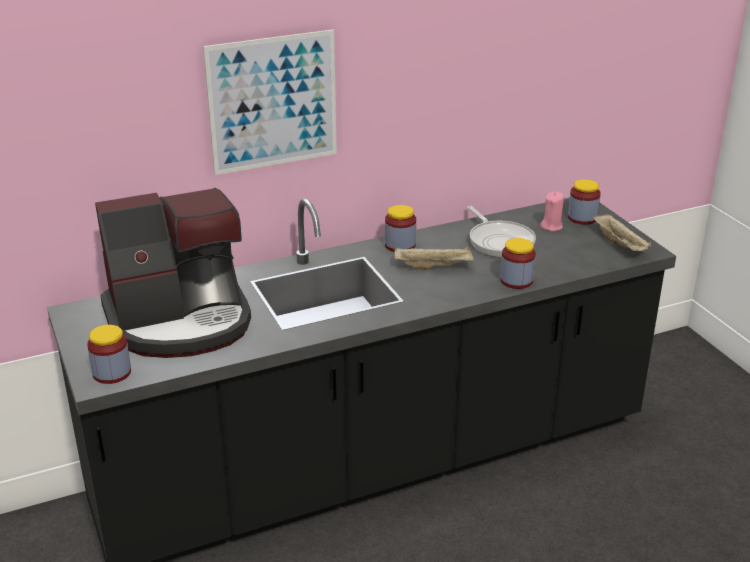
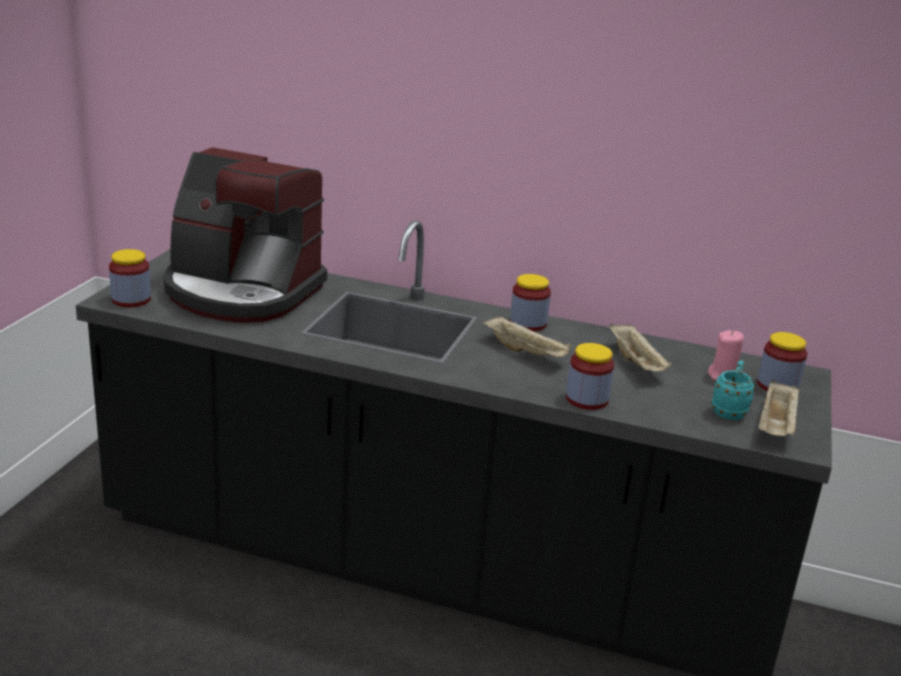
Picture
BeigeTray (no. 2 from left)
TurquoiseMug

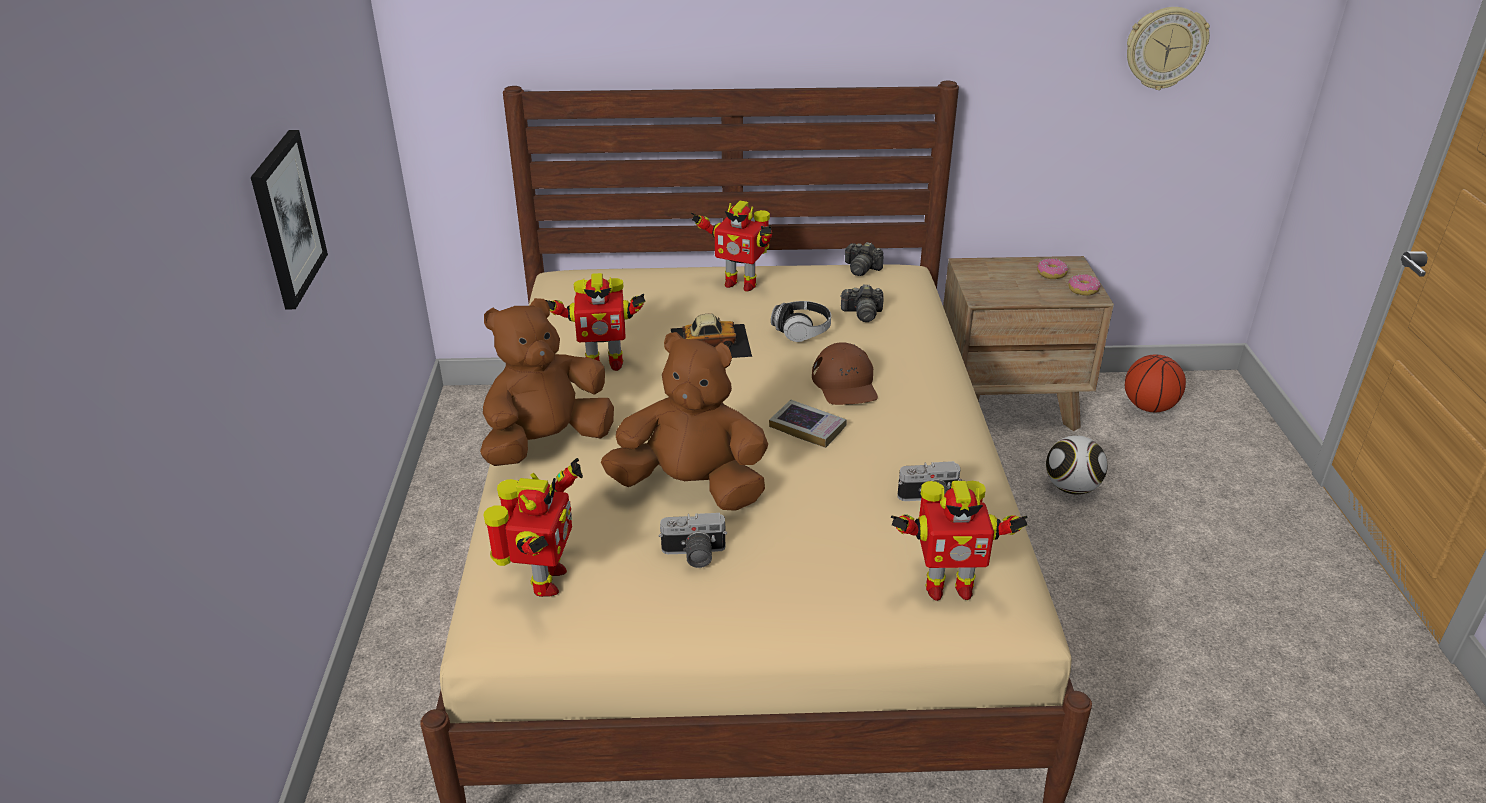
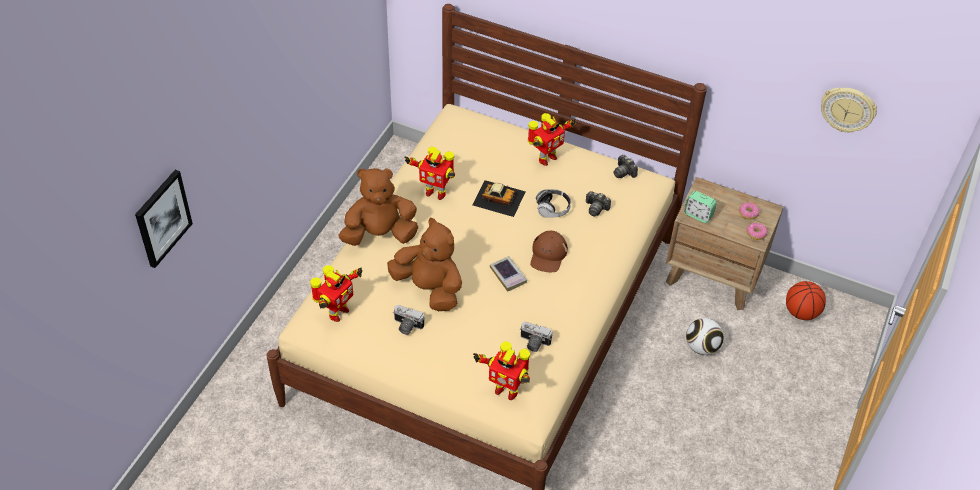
Picture
ToyRobot (no. 4 from left)
AlarmClock

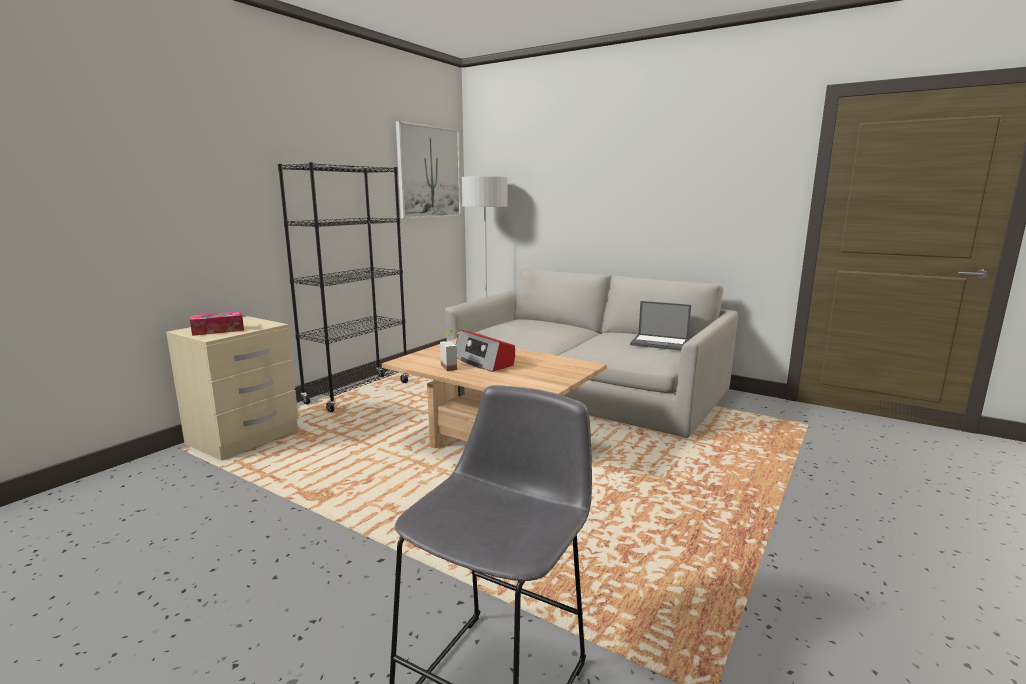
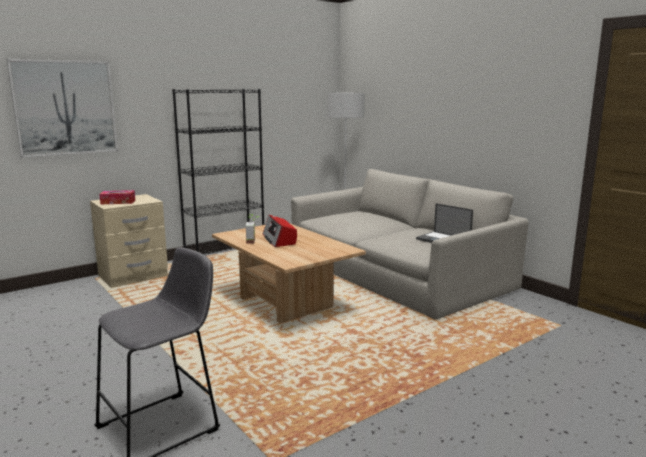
Picture

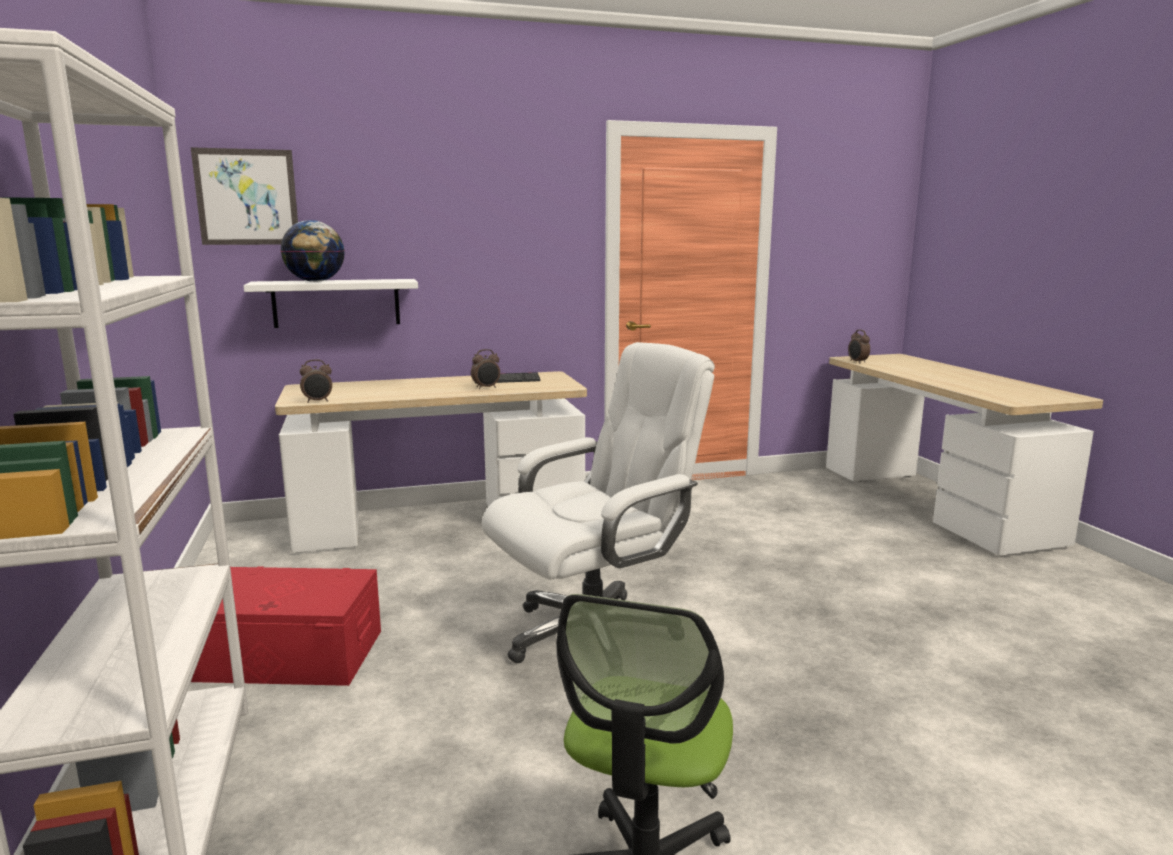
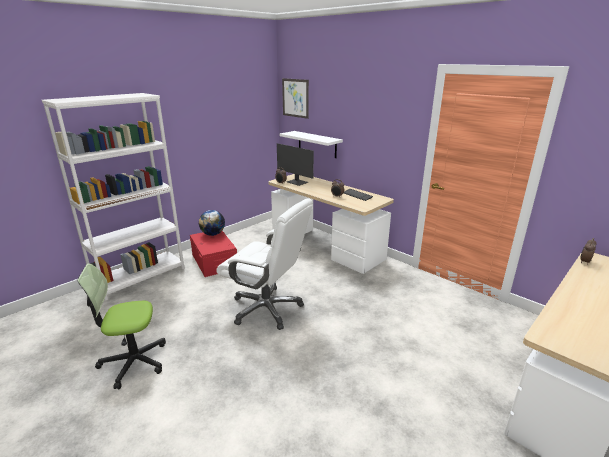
Globe
Monitor

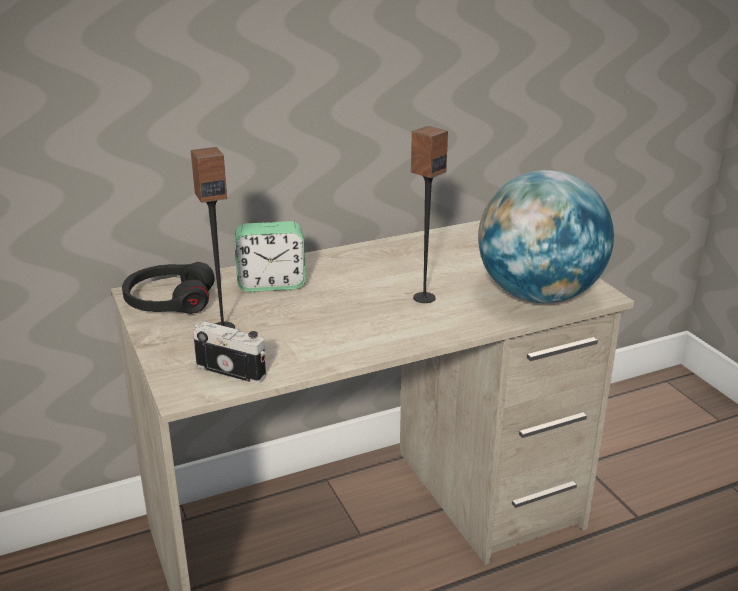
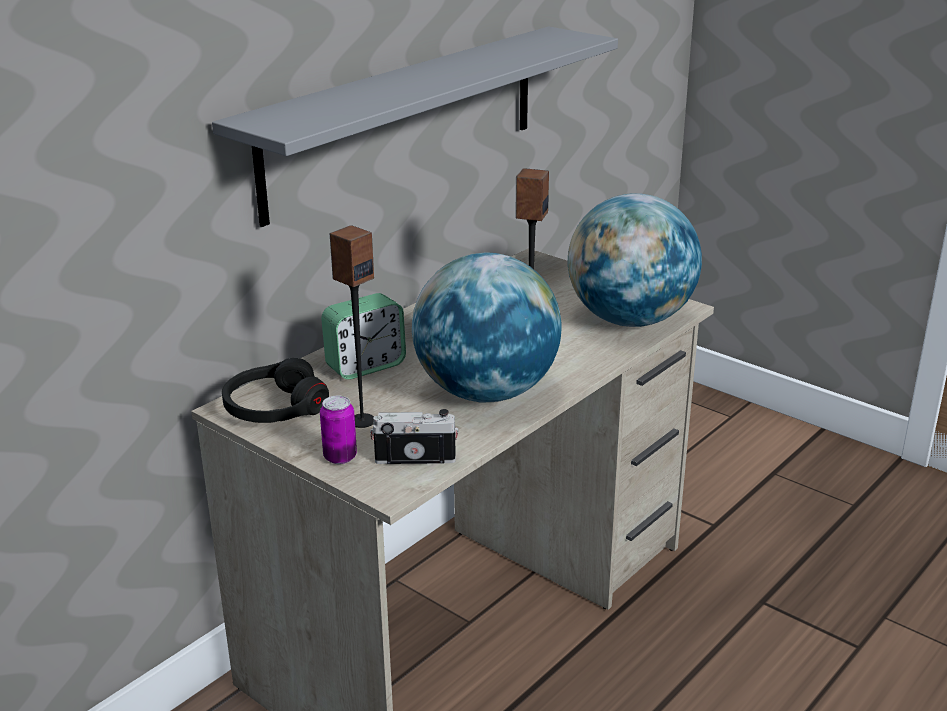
GreyShelf
Globe (no. 1 from left)
Can

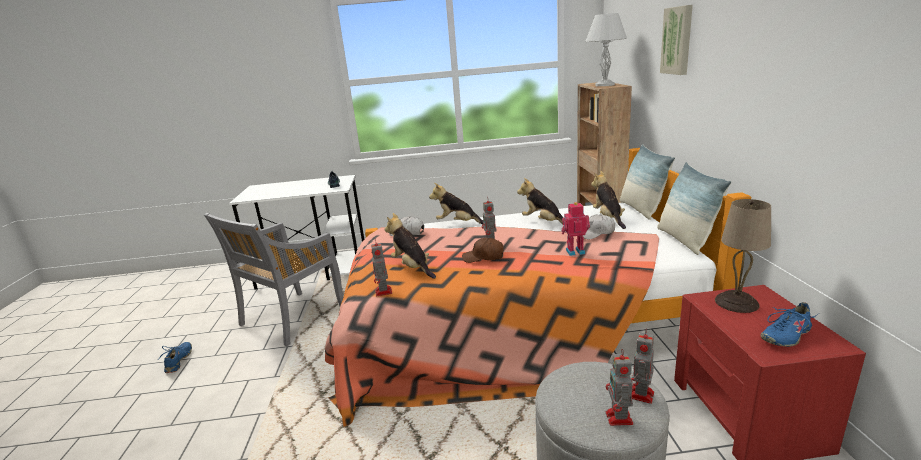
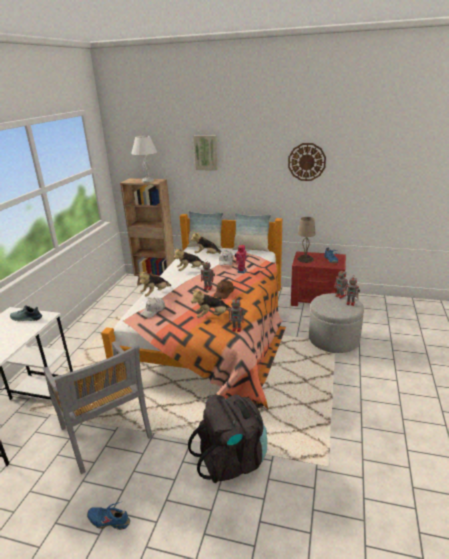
WallClock
BlackBackpack

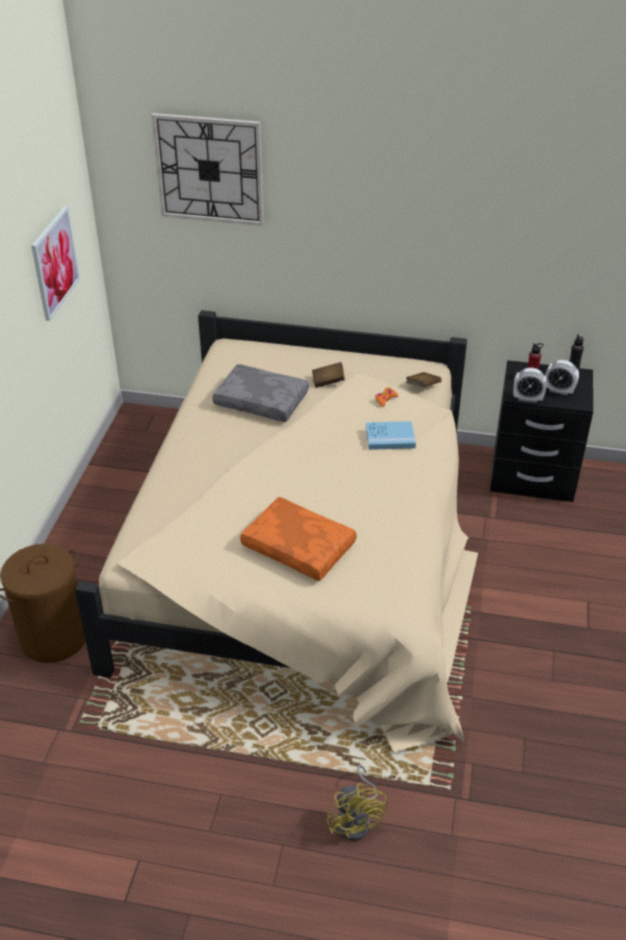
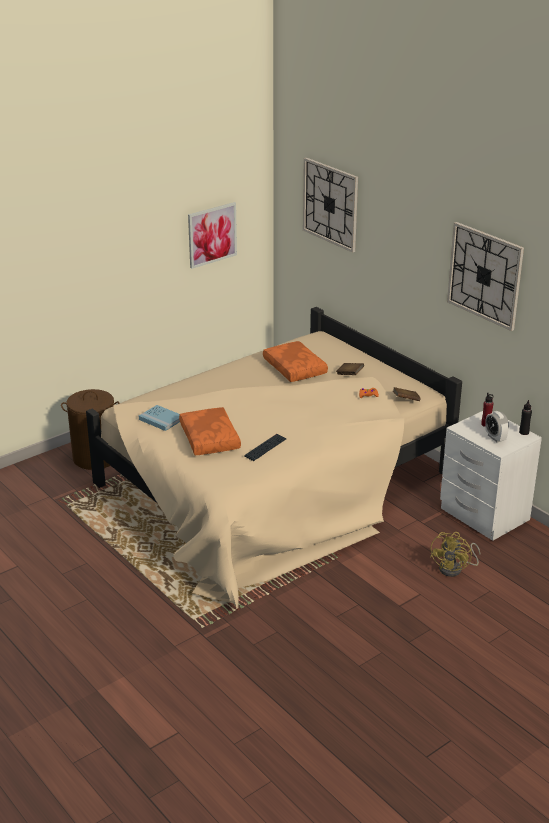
WhiteNightstand
OrangePillow (no. 2 from left)
AlarmClock (no. 1 from left in the first image)
BlueBook
YellowFan
WallClock (no. 2 from left)
Keyboard

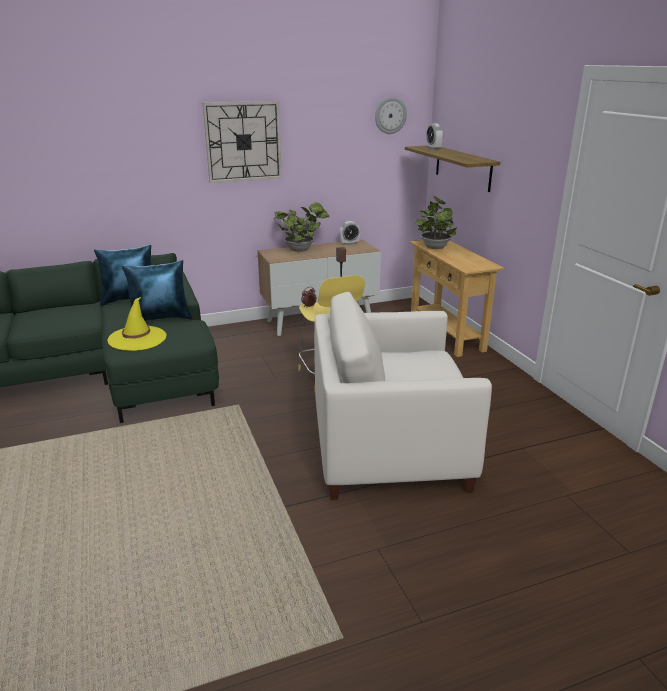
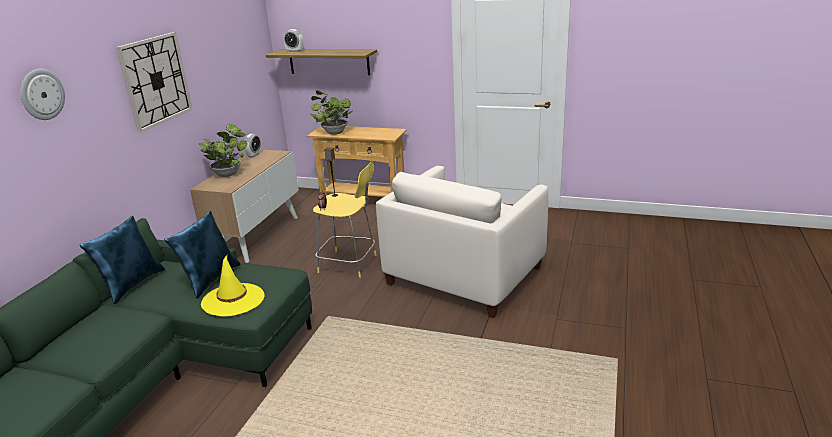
WallClock (no. 1 from left)

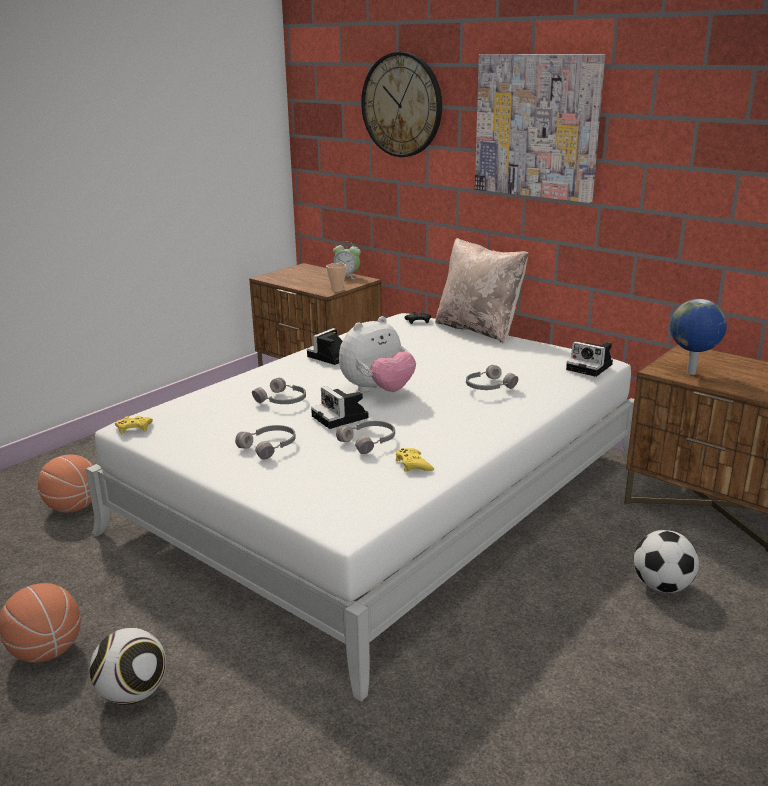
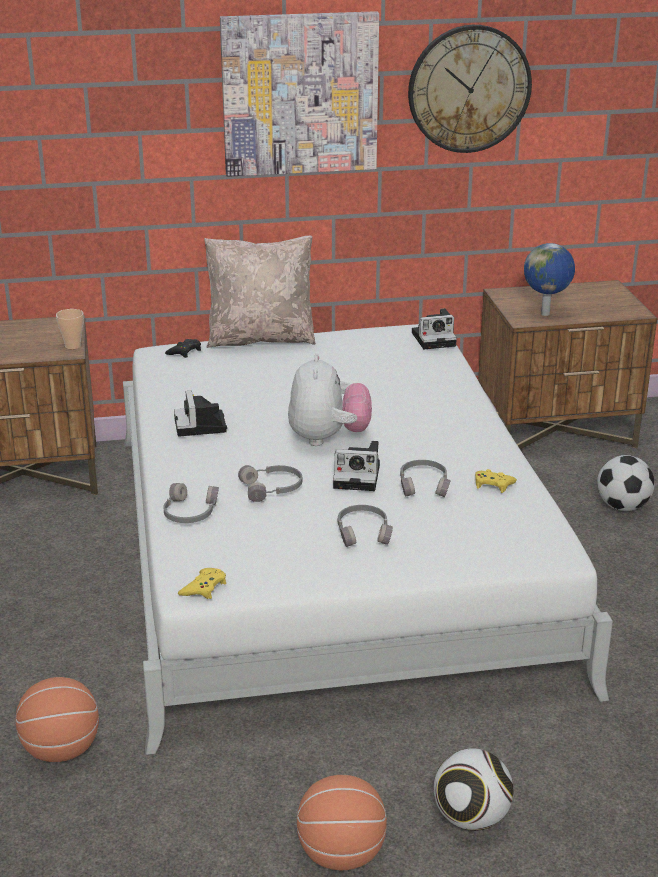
WallClock
AlarmClock
GreyHeadphones (no. 1 from left)

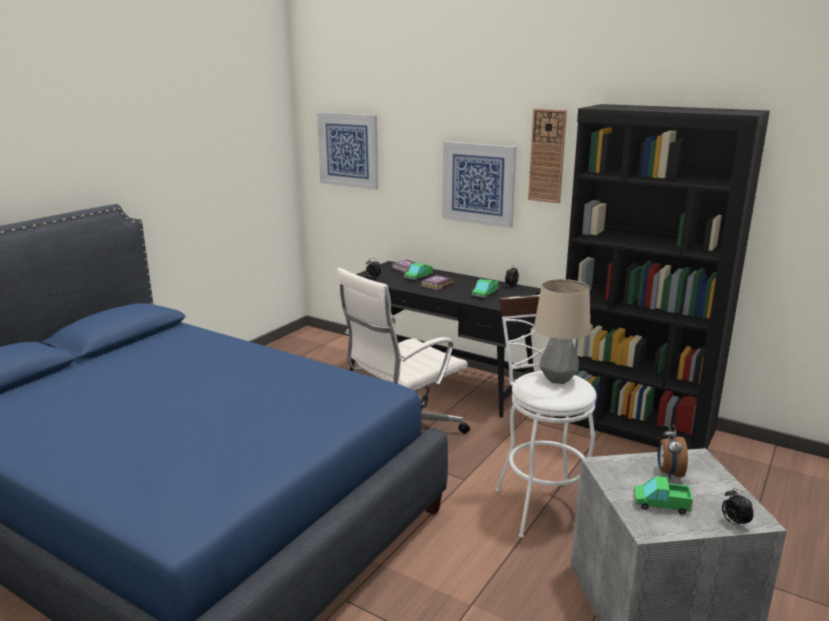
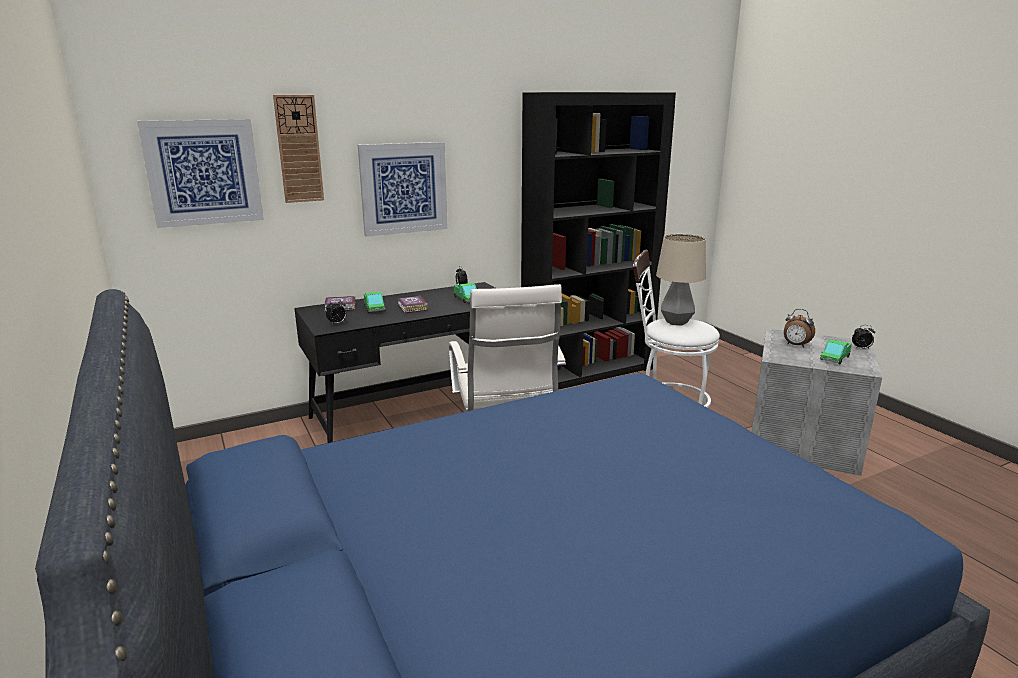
WallClock

